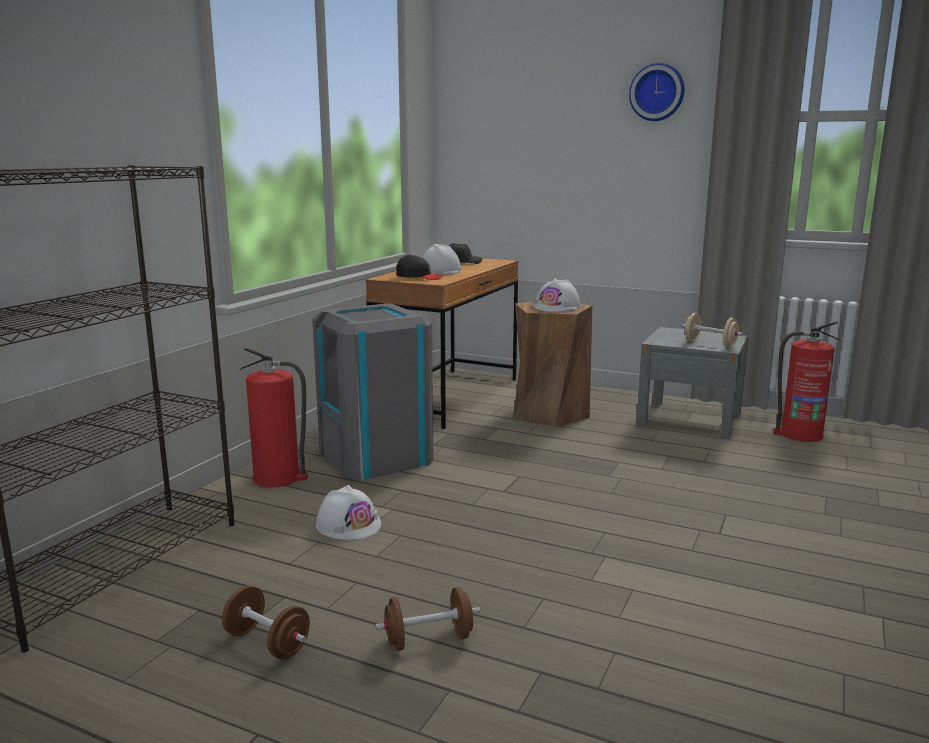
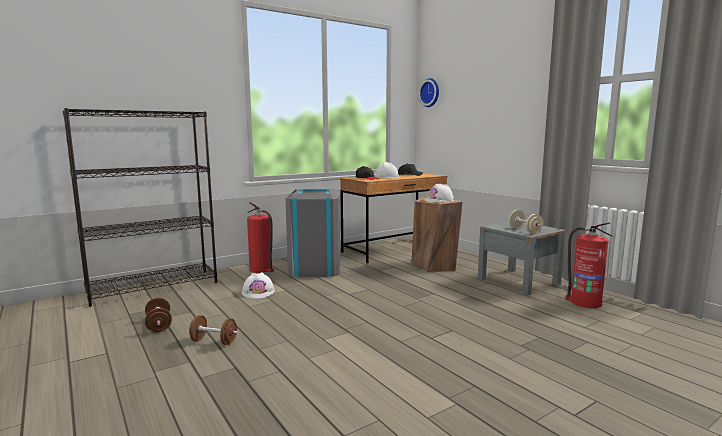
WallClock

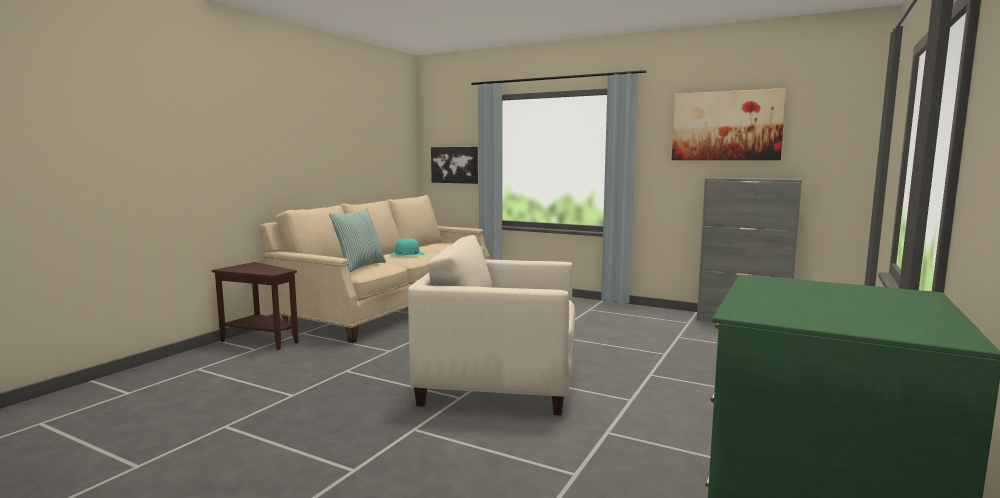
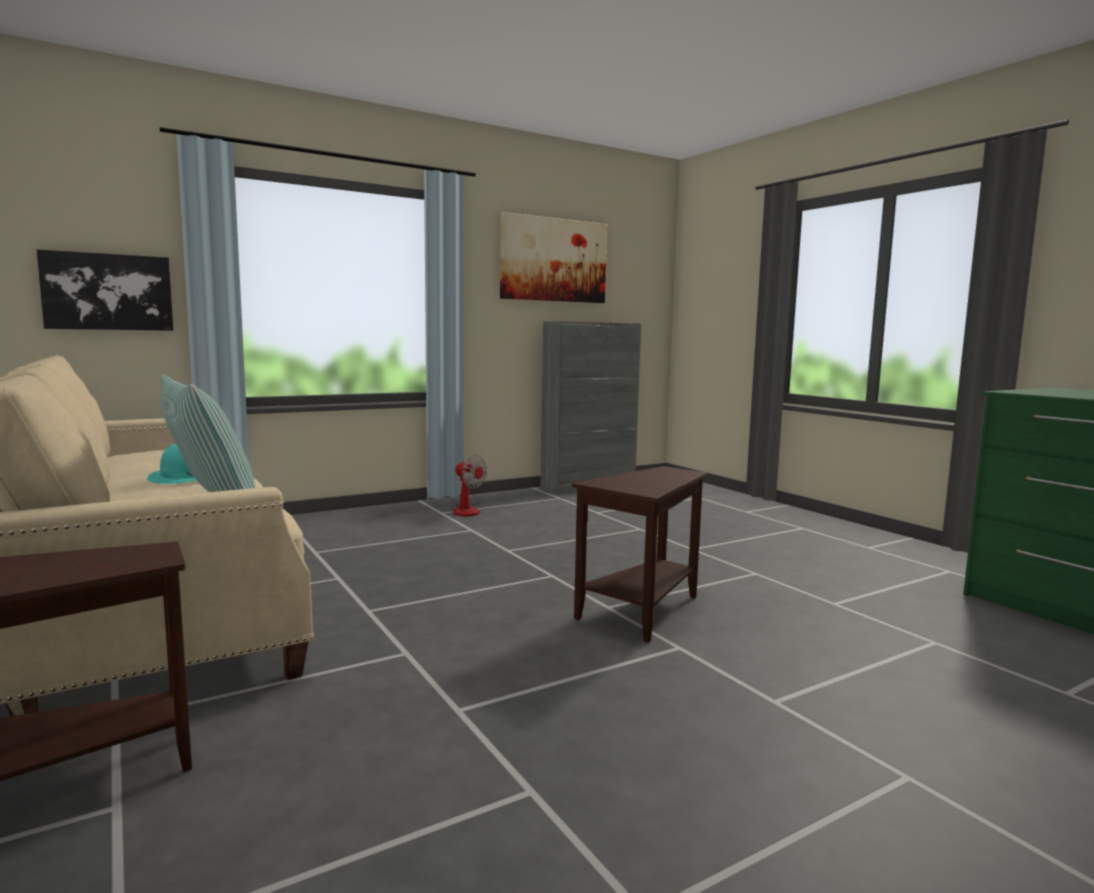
BrownSideTable (no. 2 from left)
Fan

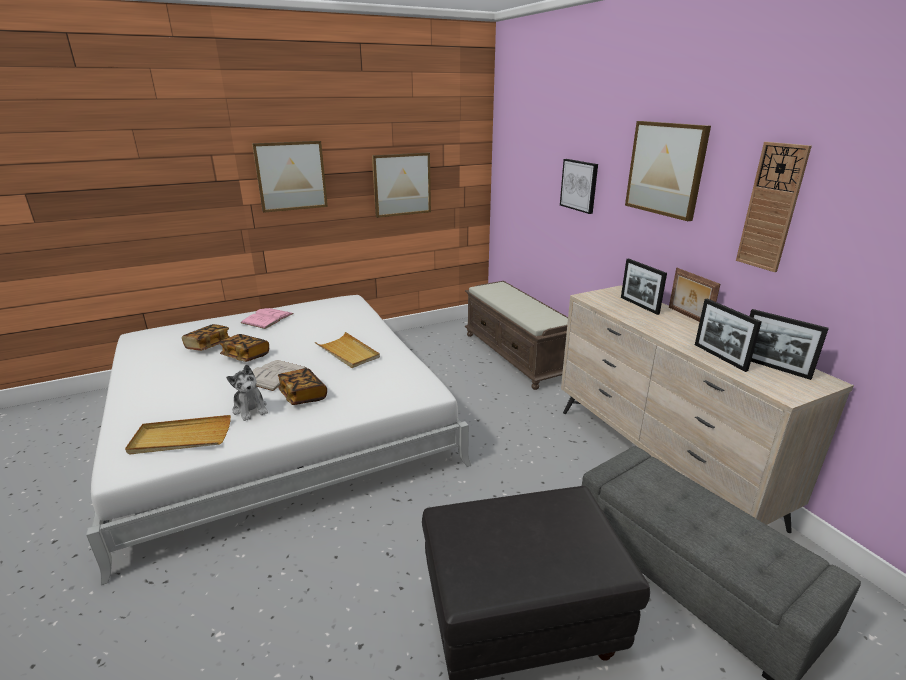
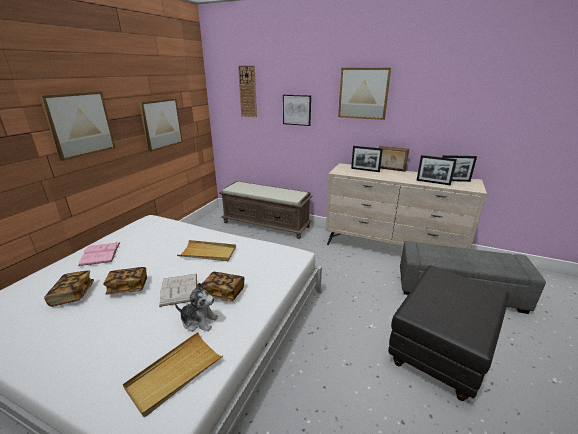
WallClock

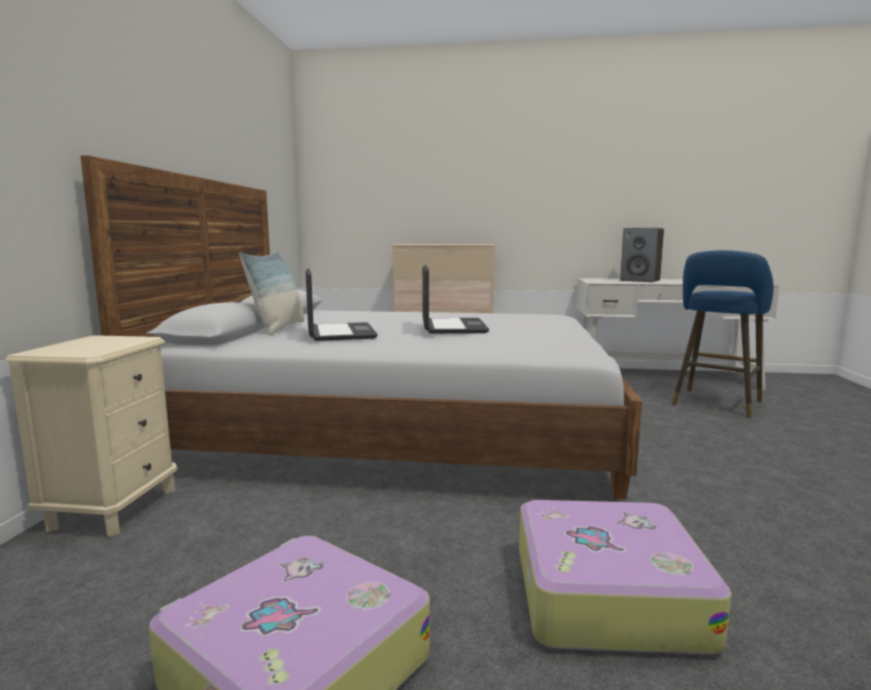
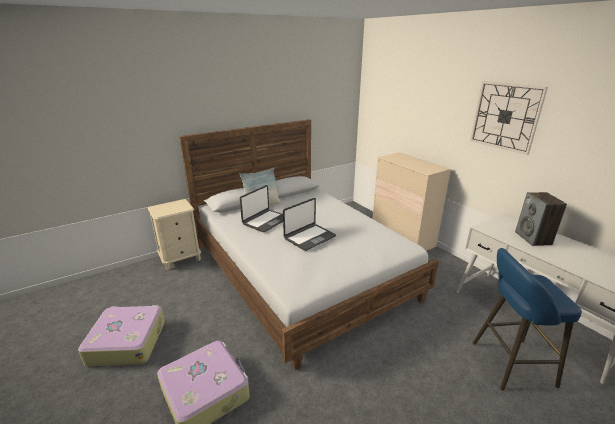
WallClock

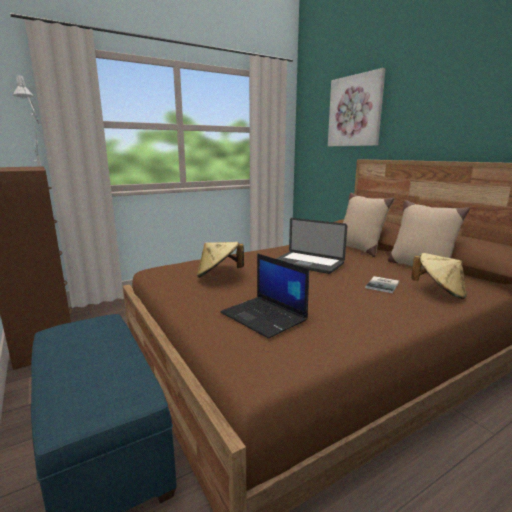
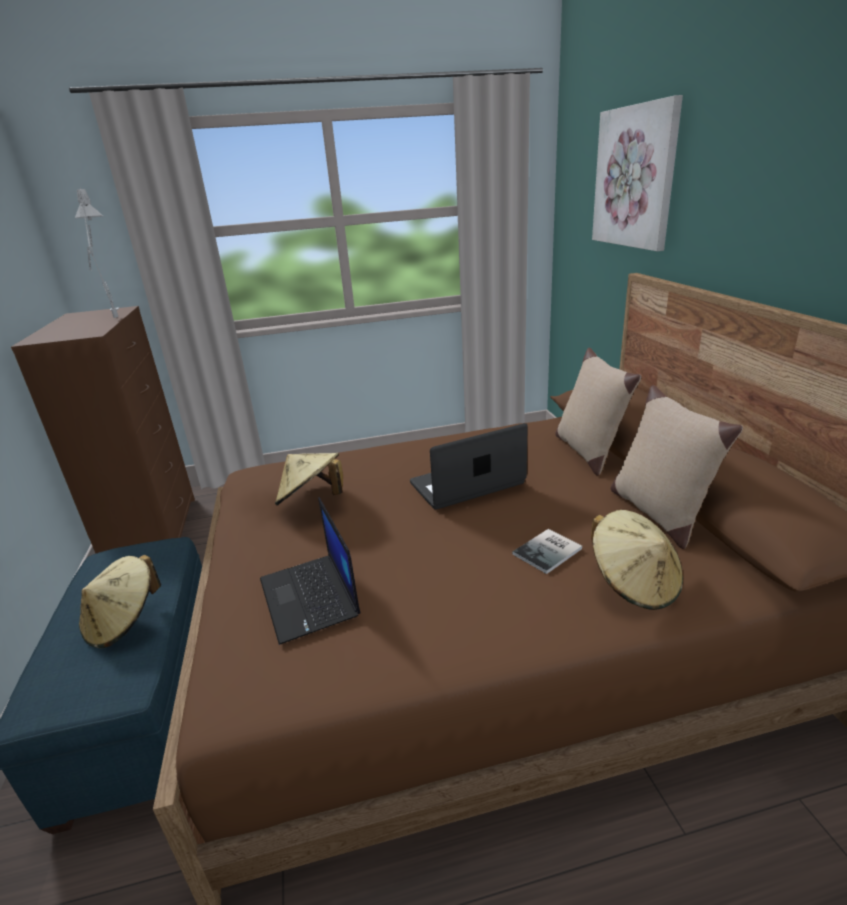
Laptop (no. 2 from left)
BeigeHat (no. 1 from left)

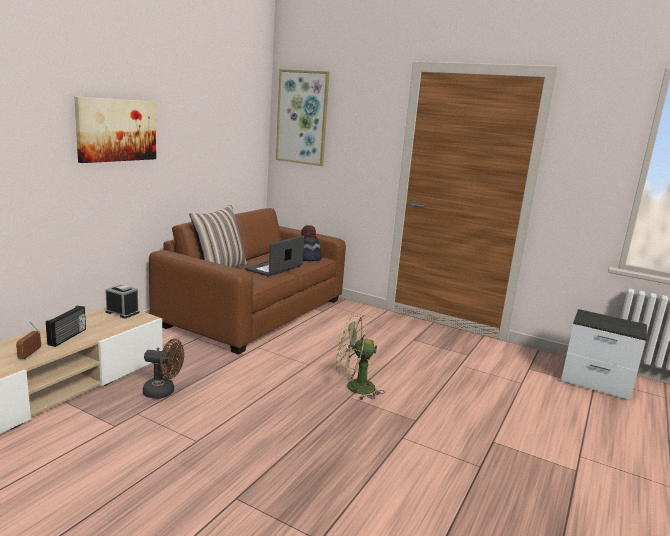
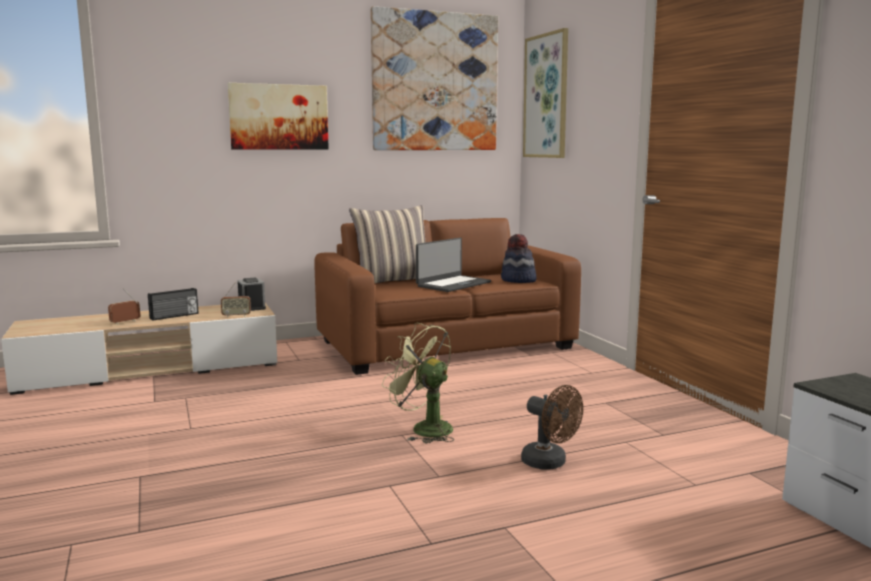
Laptop
BrownFan
Picture (no. 2 from left)
Radio (no. 3 from left)

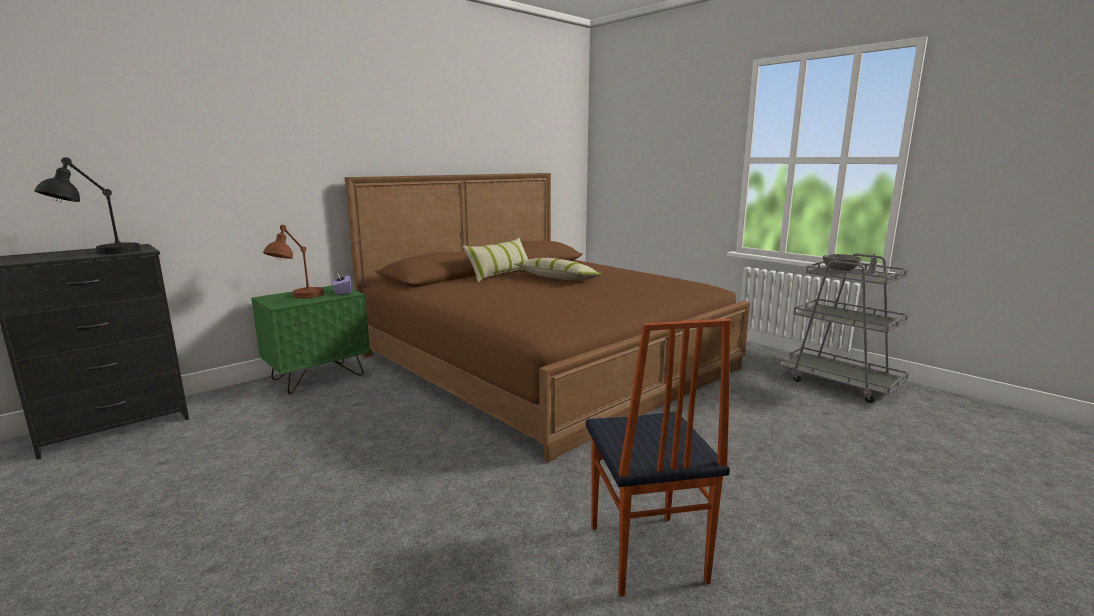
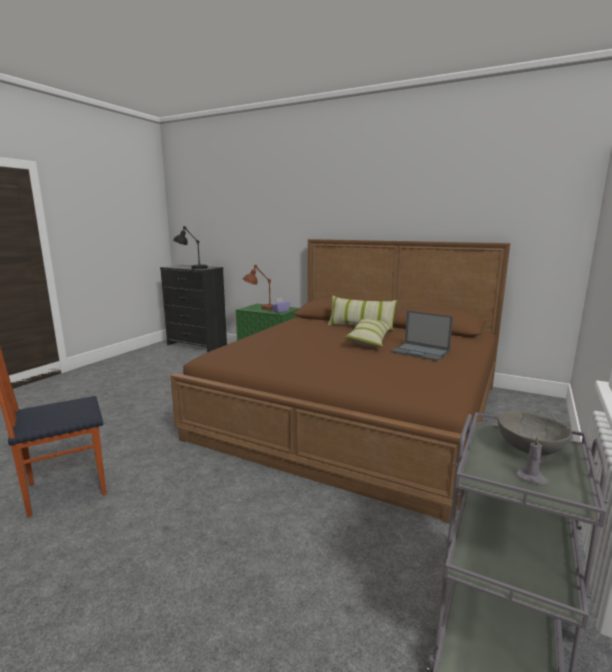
Laptop

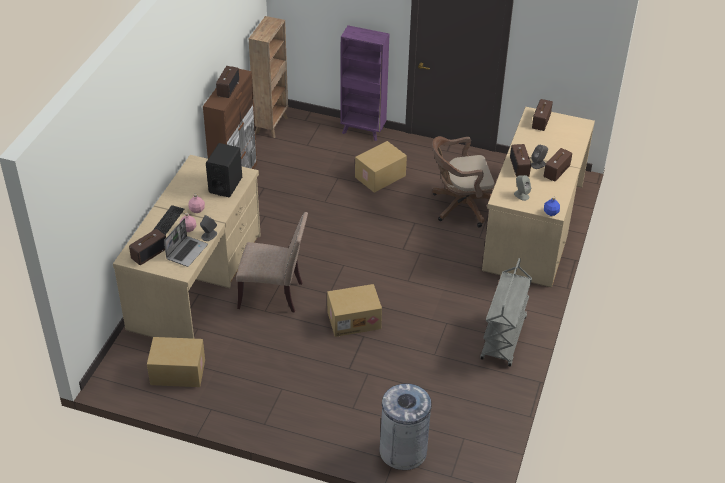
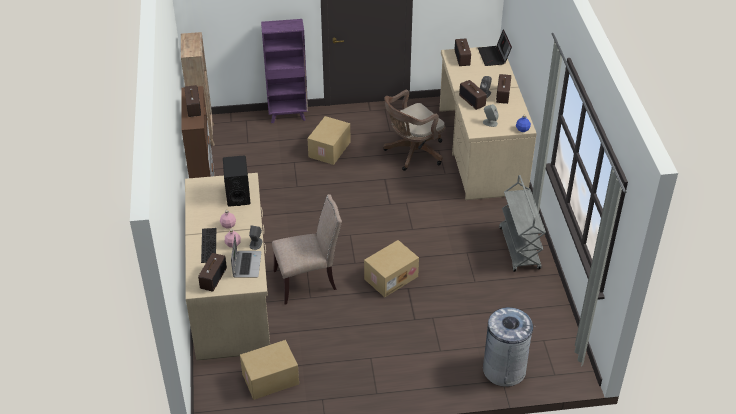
Laptop (no. 2 from left)

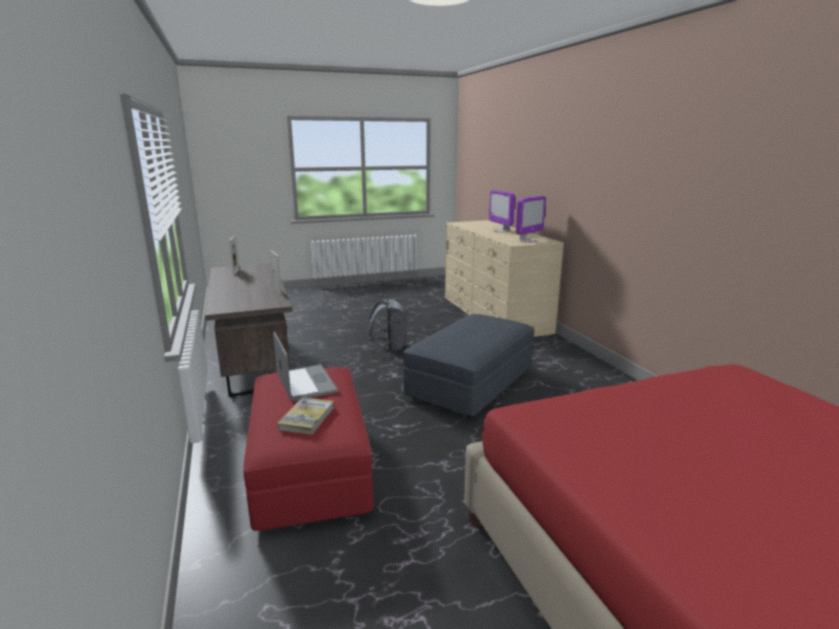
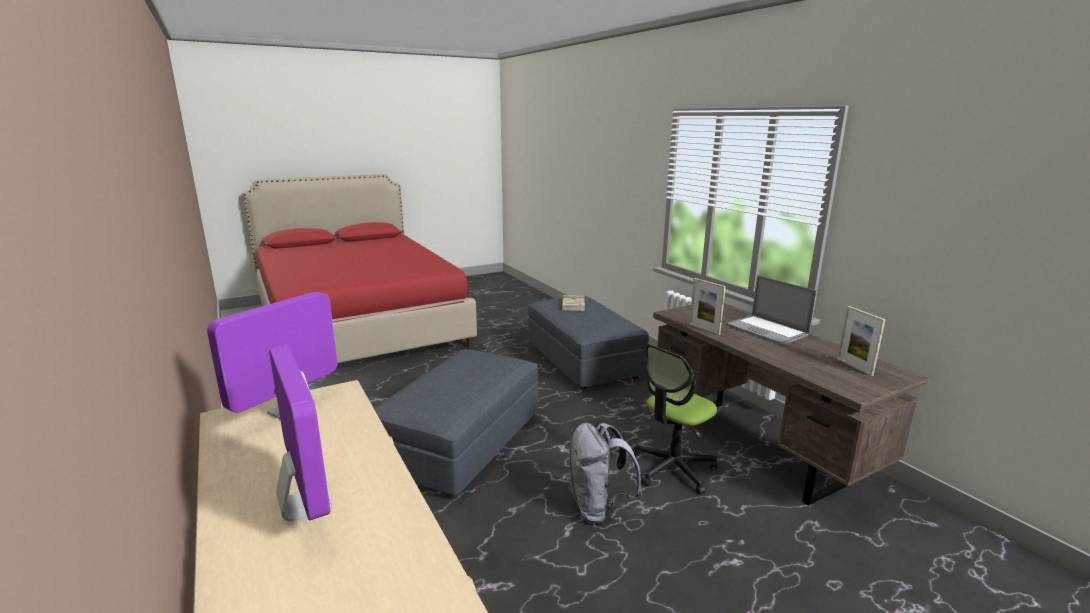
Laptop
GreyOttoman (no. 2 from left)
OfficeChair

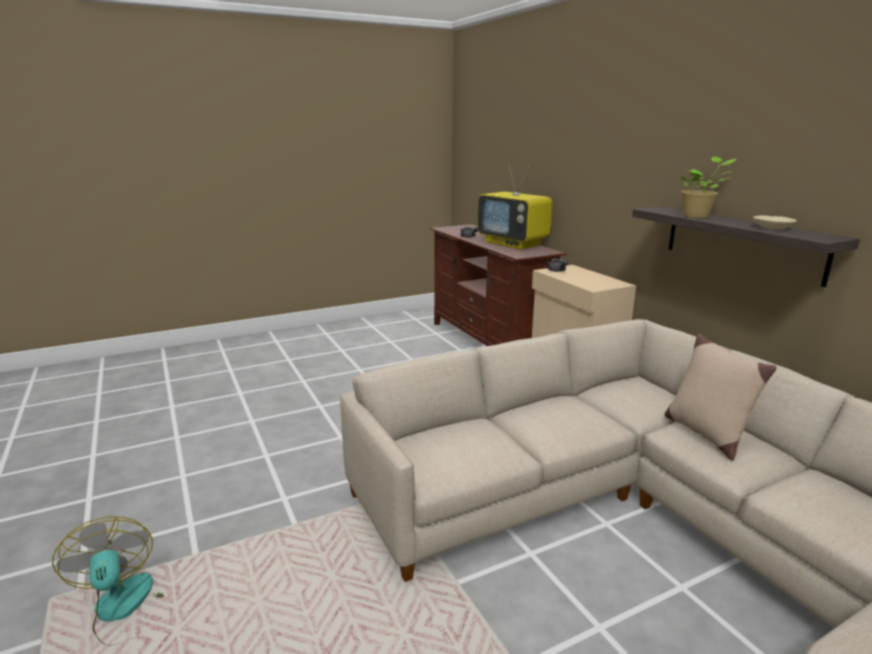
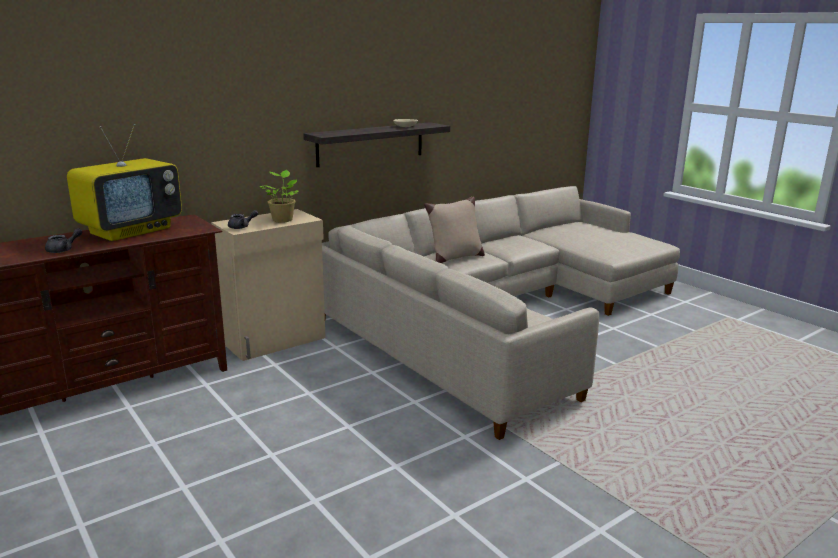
PottedPlant
Fan

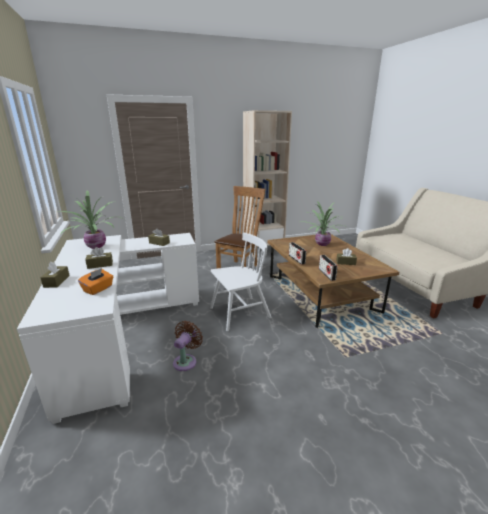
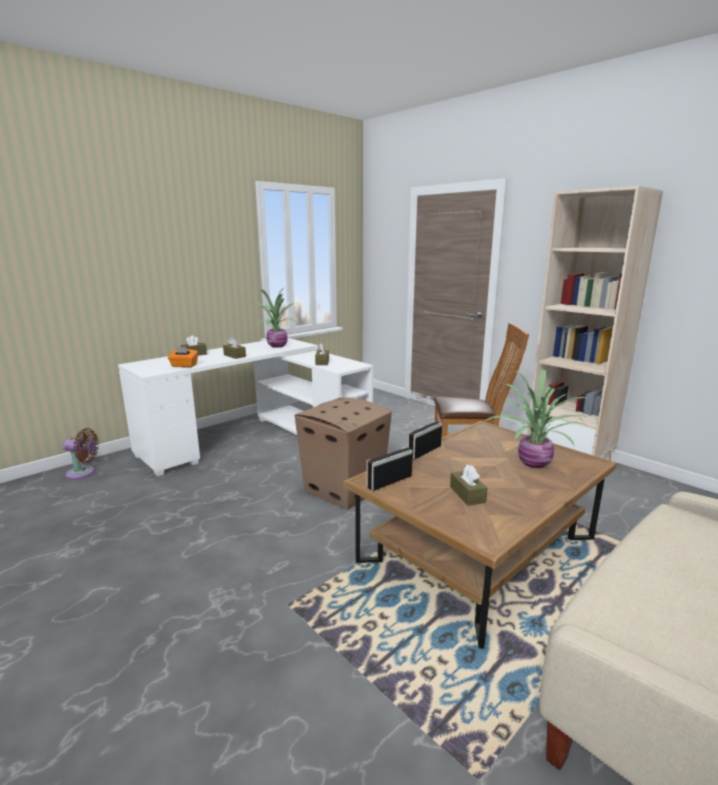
CardboardBox
BrownFan

